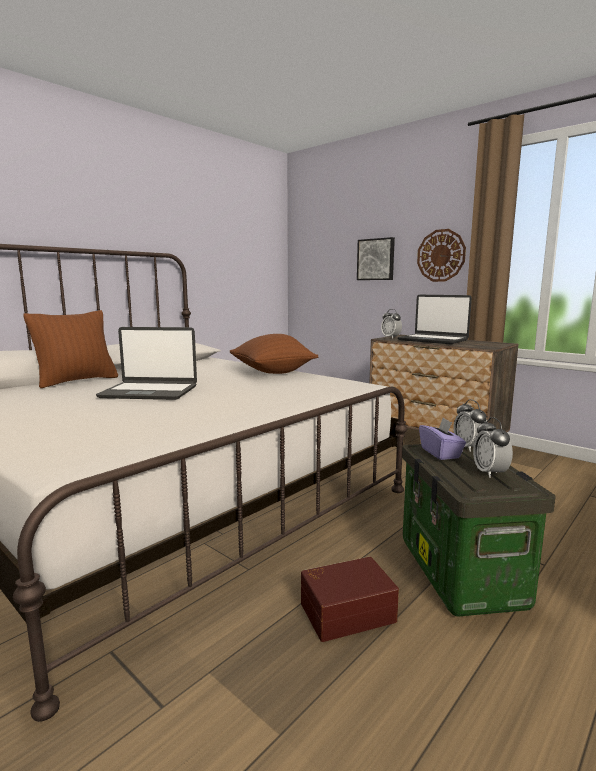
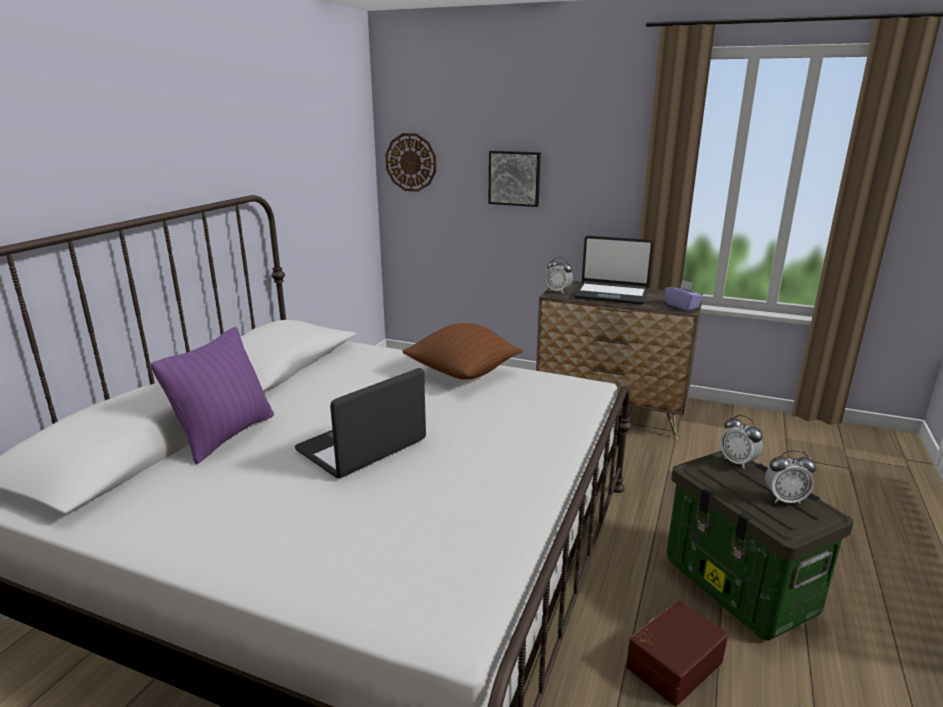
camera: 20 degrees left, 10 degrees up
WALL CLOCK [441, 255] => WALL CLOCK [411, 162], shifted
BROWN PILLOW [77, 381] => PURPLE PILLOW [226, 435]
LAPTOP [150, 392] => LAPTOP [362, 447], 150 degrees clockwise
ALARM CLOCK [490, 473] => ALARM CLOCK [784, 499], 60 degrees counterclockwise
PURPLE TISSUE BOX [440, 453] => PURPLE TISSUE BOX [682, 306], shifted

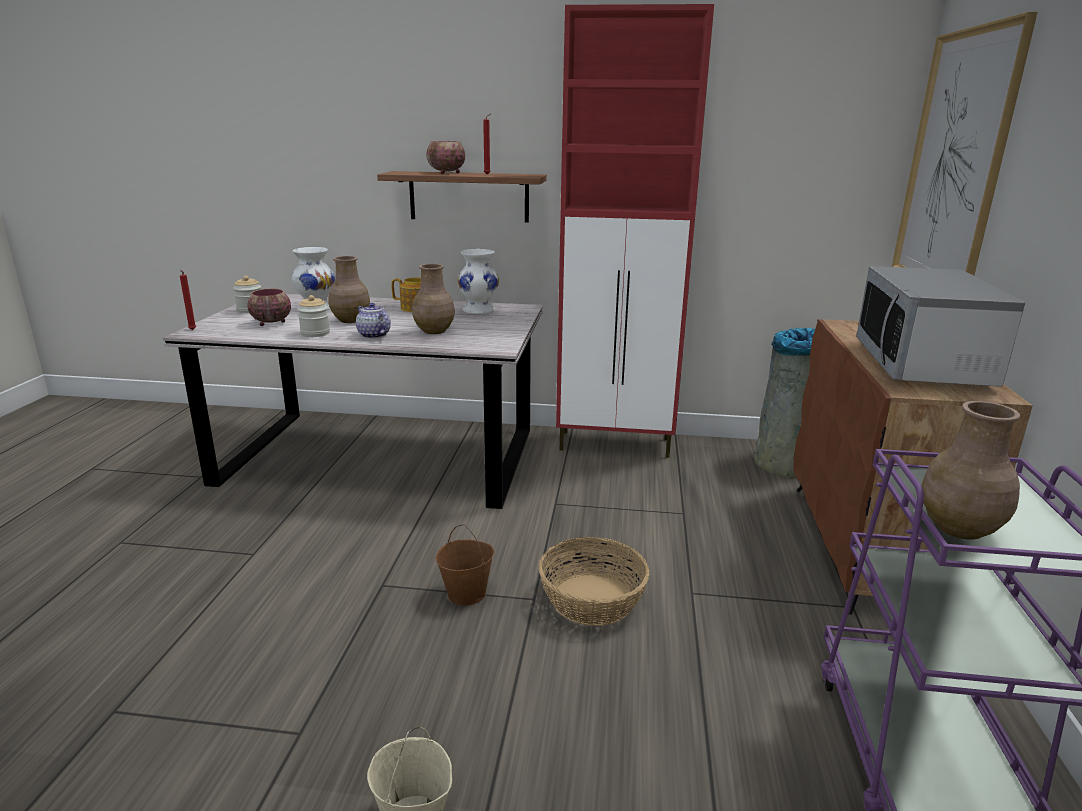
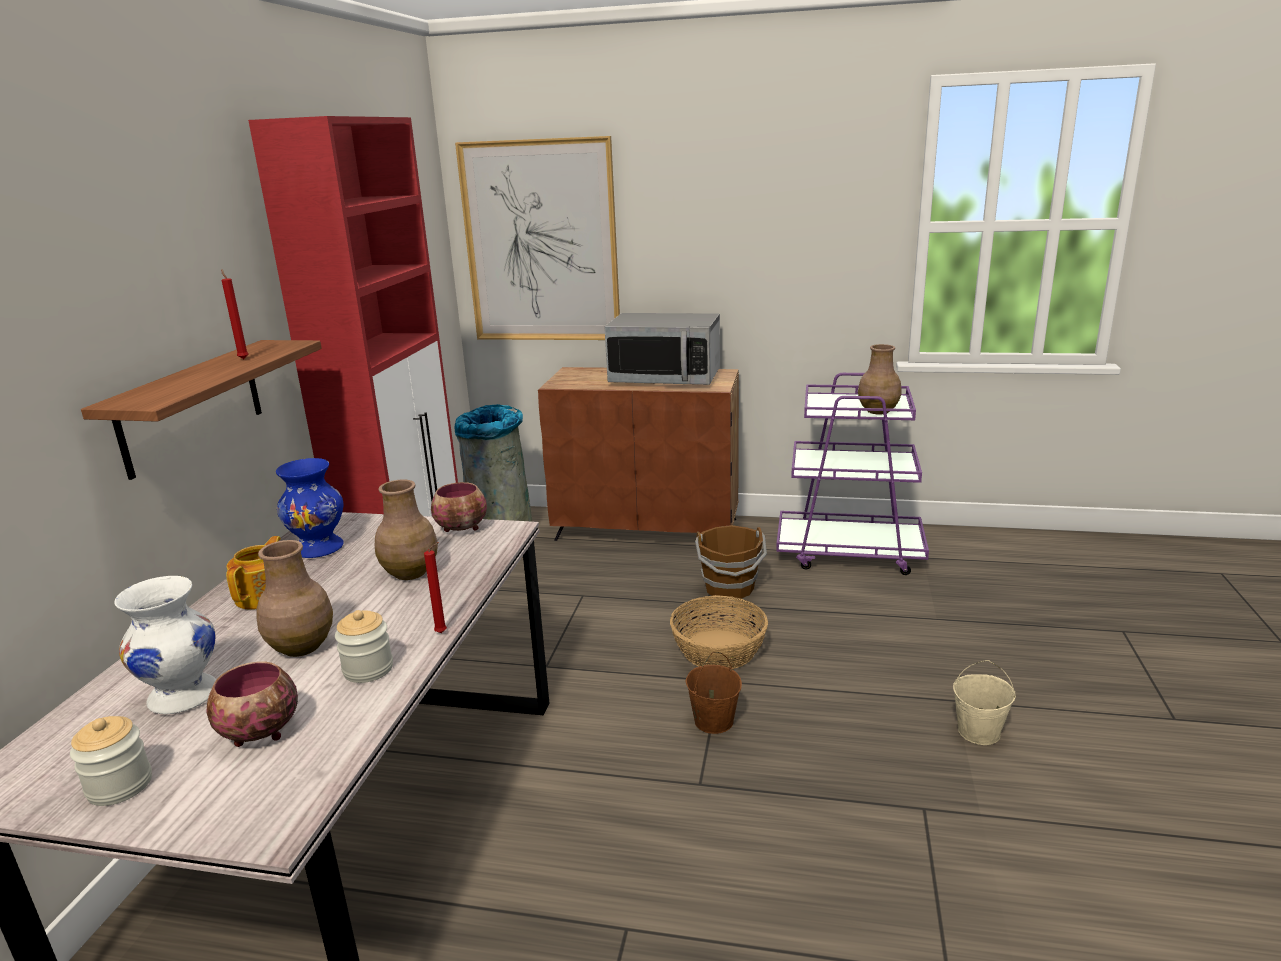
camera: 85 degrees left, 0 degrees up
BOWL [446, 173] => BOWL [463, 528], shifted
WHITE VASE [478, 310] => BLUE VASE [318, 549]
RED CANDLE [192, 330] => RED CANDLE [443, 633], shifted
TEAPOT [373, 335] => nothing
nothing => BROWN BUCKET [730, 588]

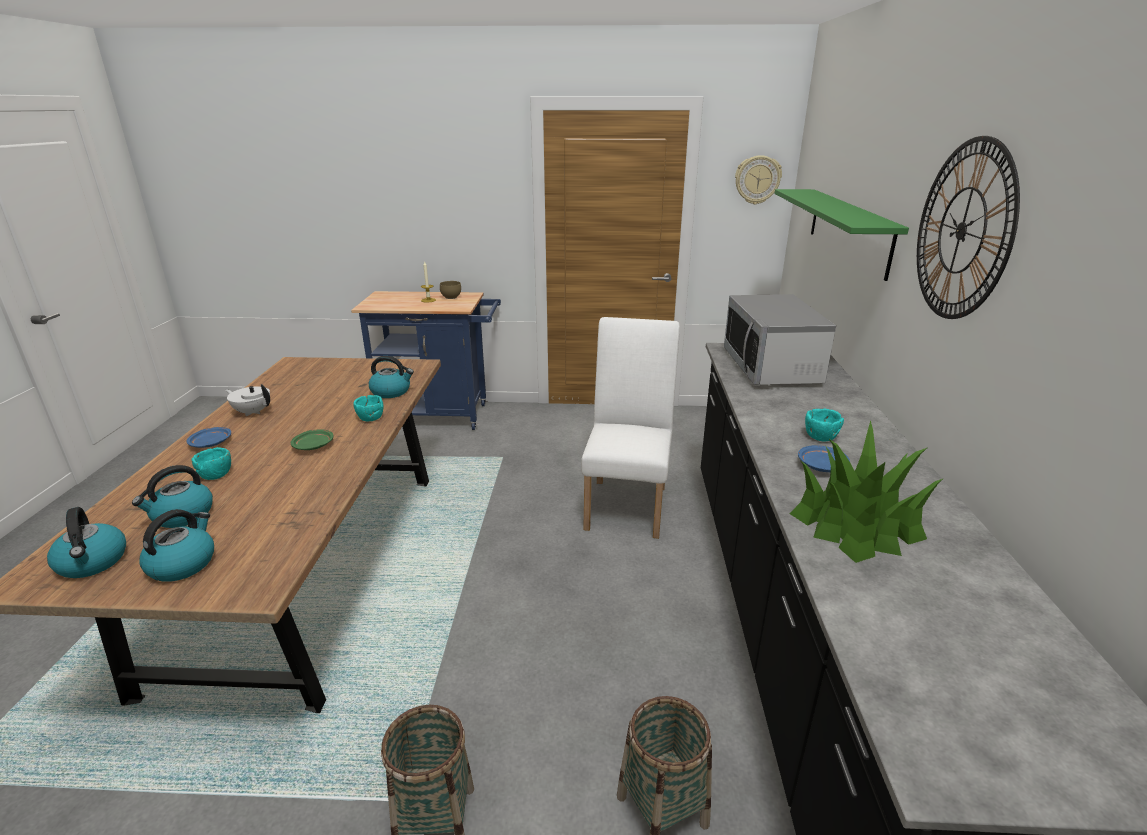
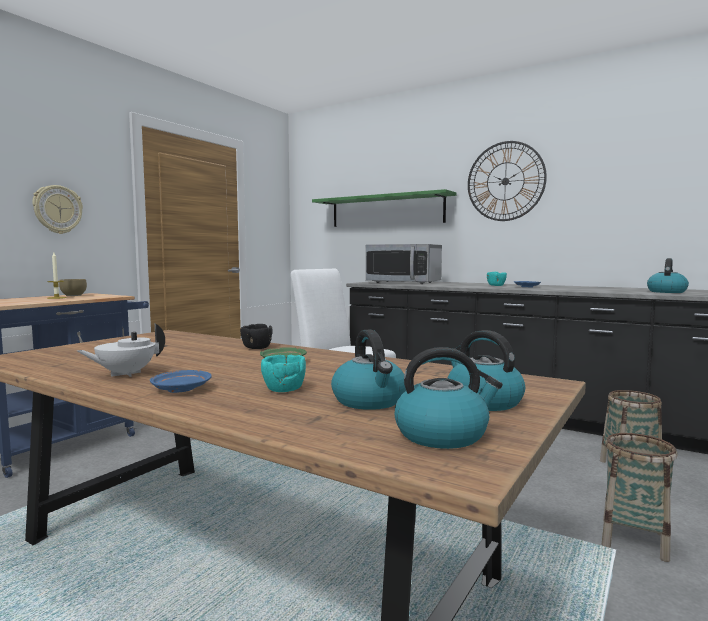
camera: 60 degrees left, 20 degrees down
WALL CLOCK [757, 180] => WALL CLOCK [57, 209], shifted
KETTLE [391, 392] => KETTLE [666, 292], shifted
TURQUOISE BOWL [370, 418] => BLACK BOWL [256, 348]
POTTED PLANT [857, 524] => nothing

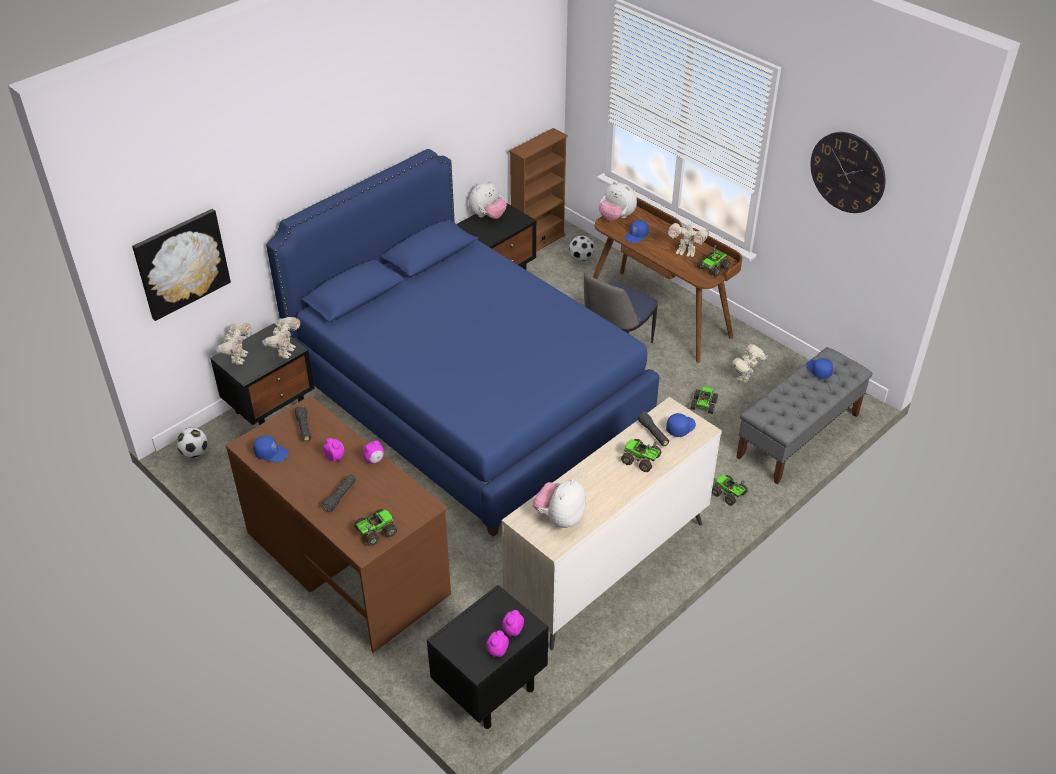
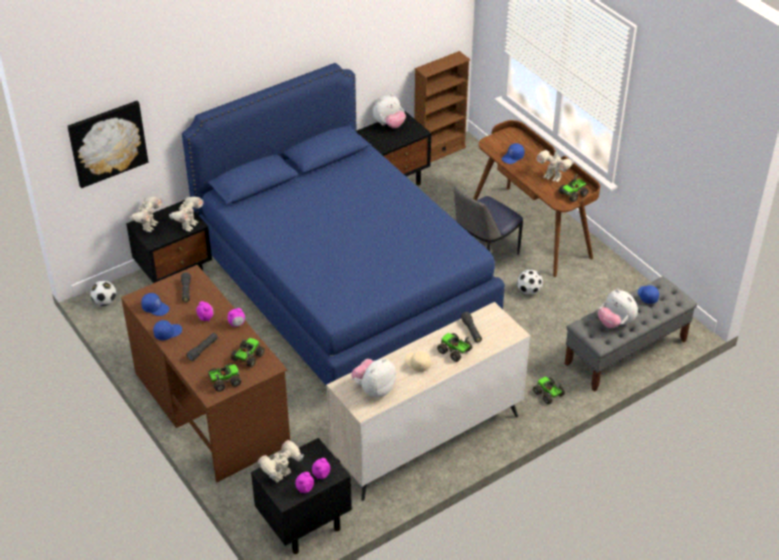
camera: 10 degrees right, 0 degrees up
WALL CLOCK [847, 172] => nothing
PLUSH TOY [616, 217] => PLUSH TOY [615, 323], shifted
FOOTBALL [581, 258] => FOOTBALL [528, 291], shifted
TOY ROBOT [746, 377] => TOY ROBOT [282, 476], shifted
TOY TRUCK [703, 405] => TOY TRUCK [247, 357], shifted
BLUE CAP [680, 427] => BLUE CAP [167, 332], shifted
nothing => BEIGE CAP [417, 363]

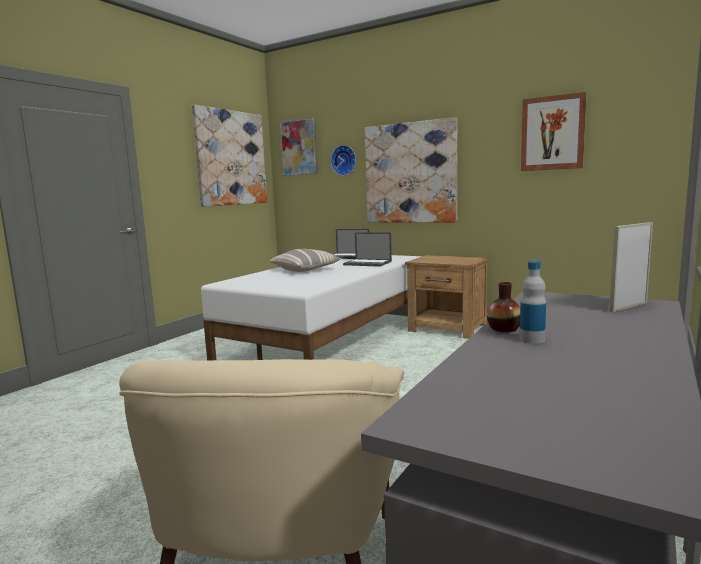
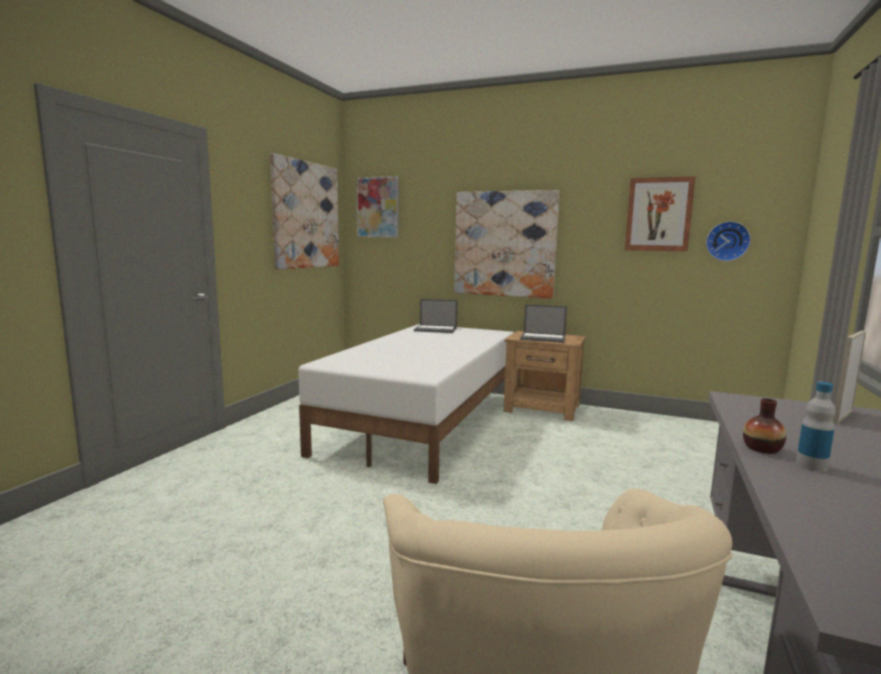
camera: 10 degrees left, 0 degrees up
WALL CLOCK [344, 160] => WALL CLOCK [727, 241], shifted
LAPTOP [368, 263] => LAPTOP [543, 338], shifted
PILLOW [306, 270] => nothing

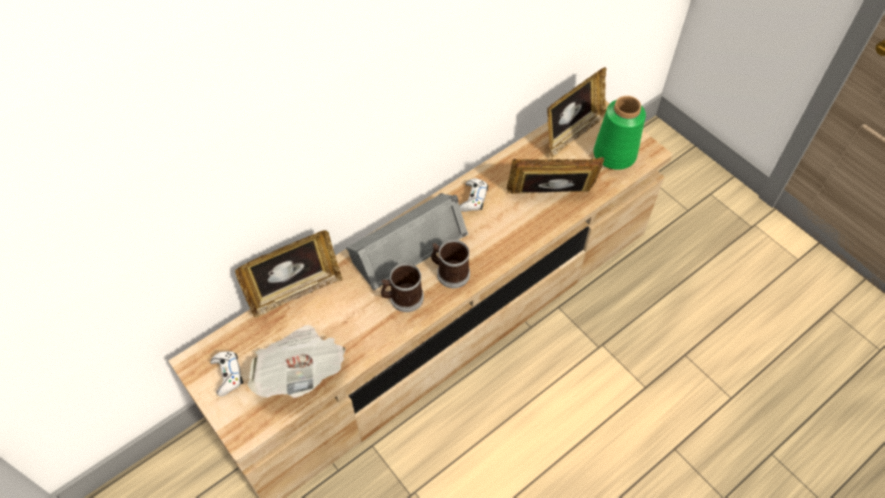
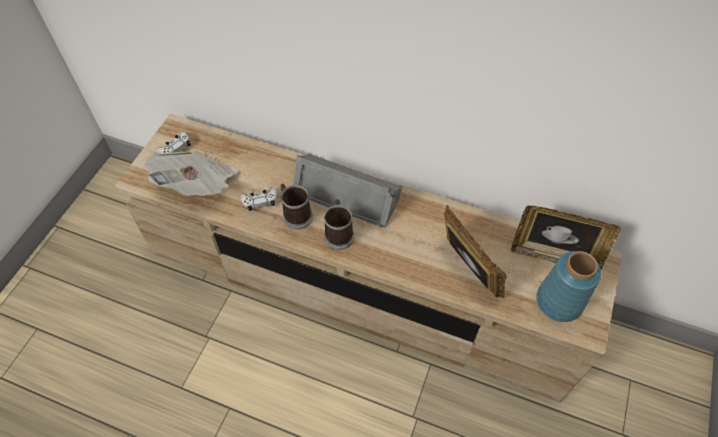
camera: 60 degrees right, 0 degrees up
GREEN VASE [615, 155] => BLUE VASE [558, 302]
WHITE GAME CONTROLLER [473, 199] => WHITE GAME CONTROLLER [260, 201], shifted
PICTURE FRAME [295, 291] => nothing

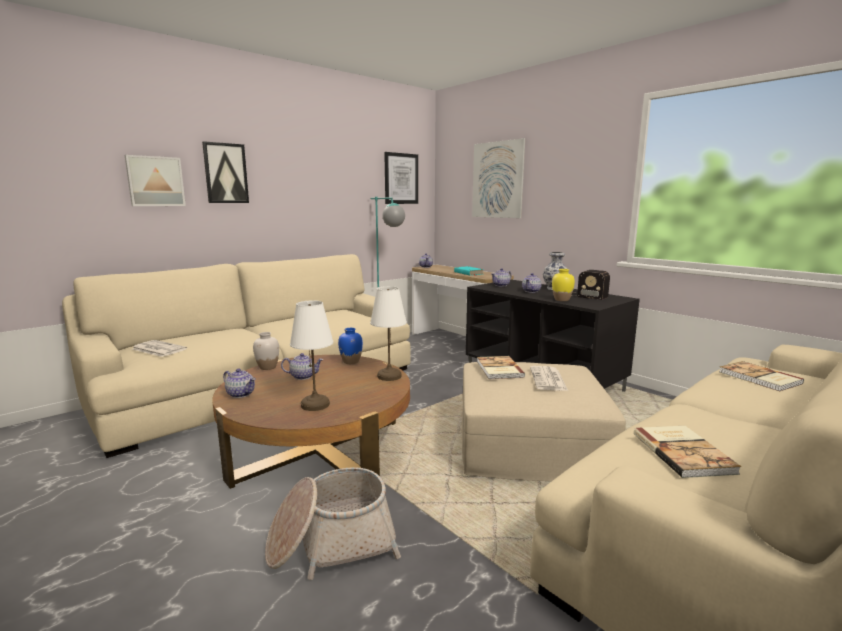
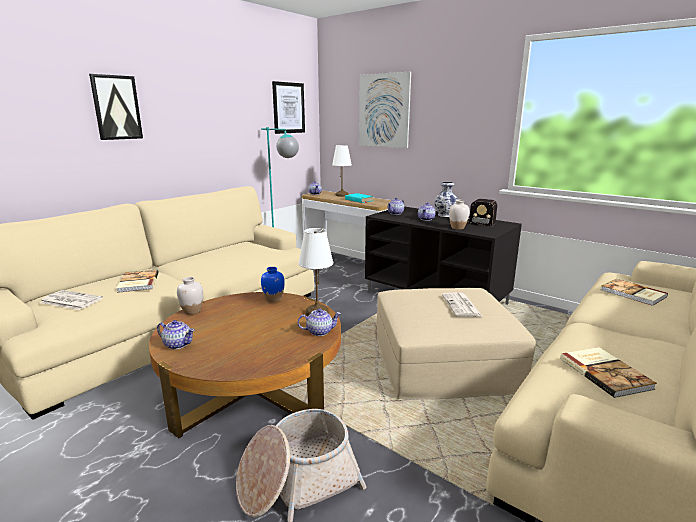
camera: 10 degrees left, 5 degrees up
PICTURE [155, 181] => nothing
YELLOW VASE [561, 300] => WHITE VASE [457, 228]
WHITE TABLE LAMP [316, 404] => WHITE TABLE LAMP [342, 195], shifted
TEAPOT [303, 376] => TEAPOT [319, 331], shifted
BOOK [498, 369] => BOOK [137, 282], shifted

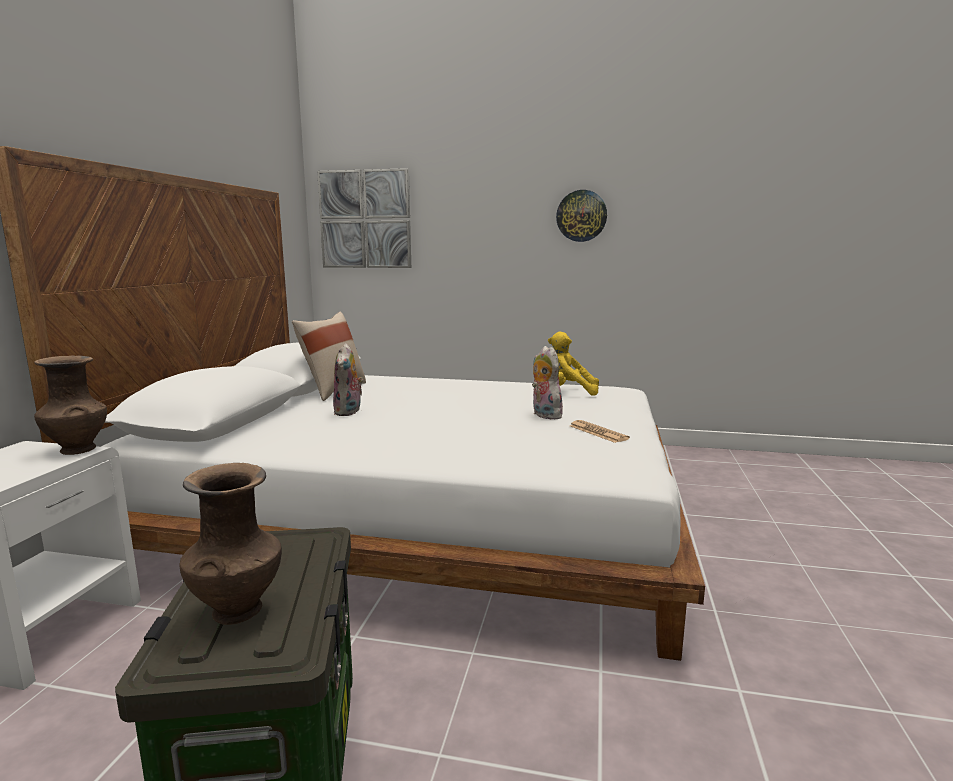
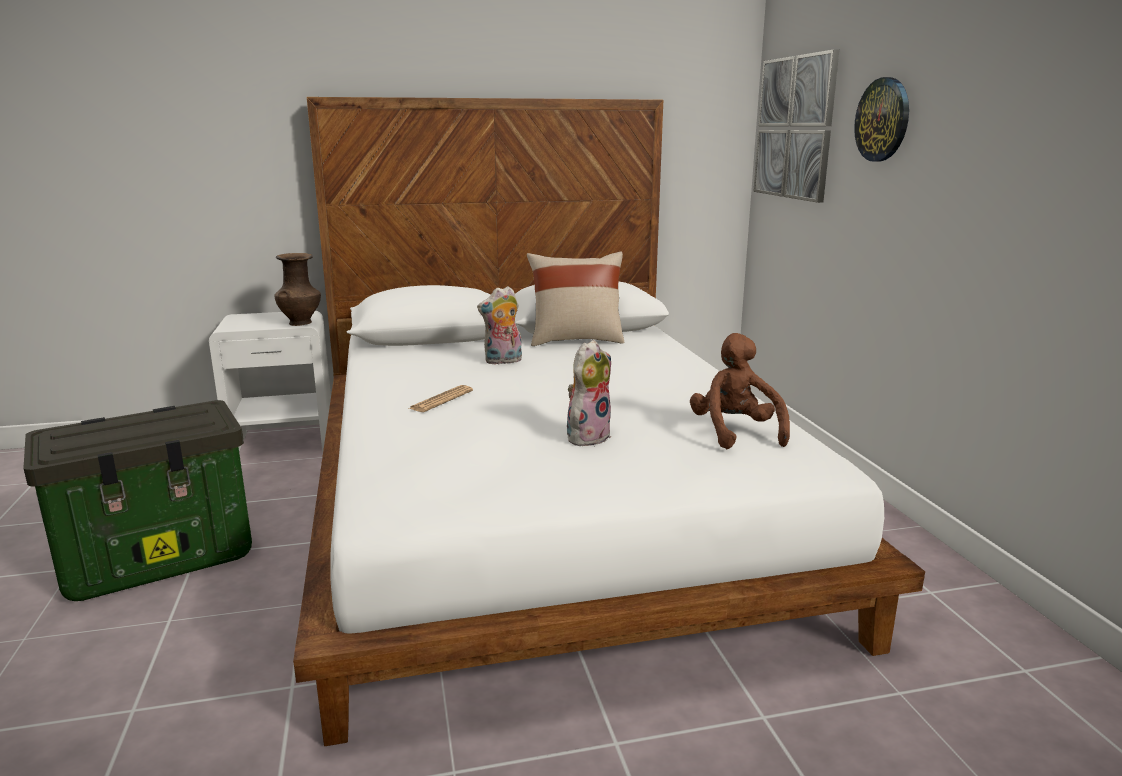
camera: 65 degrees right, 5 degrees up
WALL CLOCK [581, 216] => WALL CLOCK [883, 120], shifted
YELLOW PLUSH TOY [568, 391] => BROWN PLUSH TOY [735, 433]
NEWSPAPER [598, 432] => NEWSPAPER [441, 400], shifted
BROWN VASE [238, 609] => nothing

